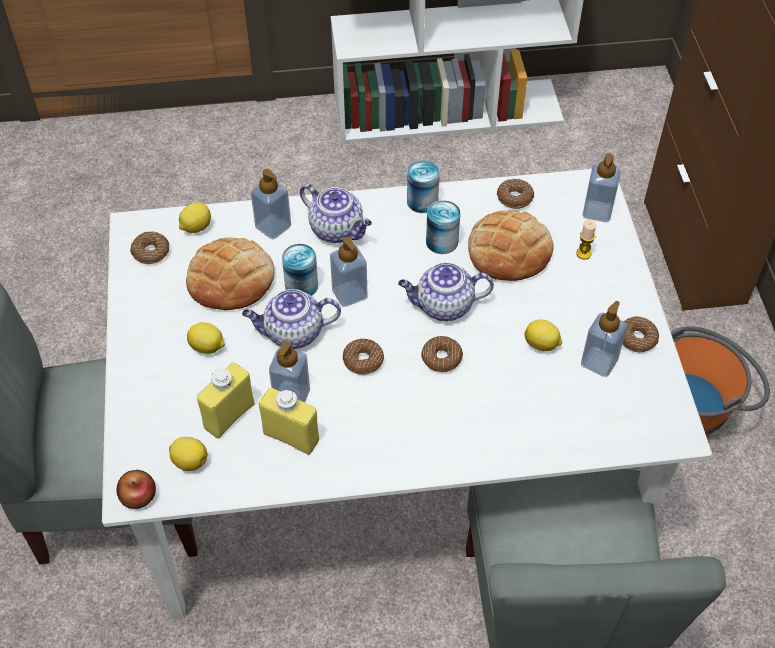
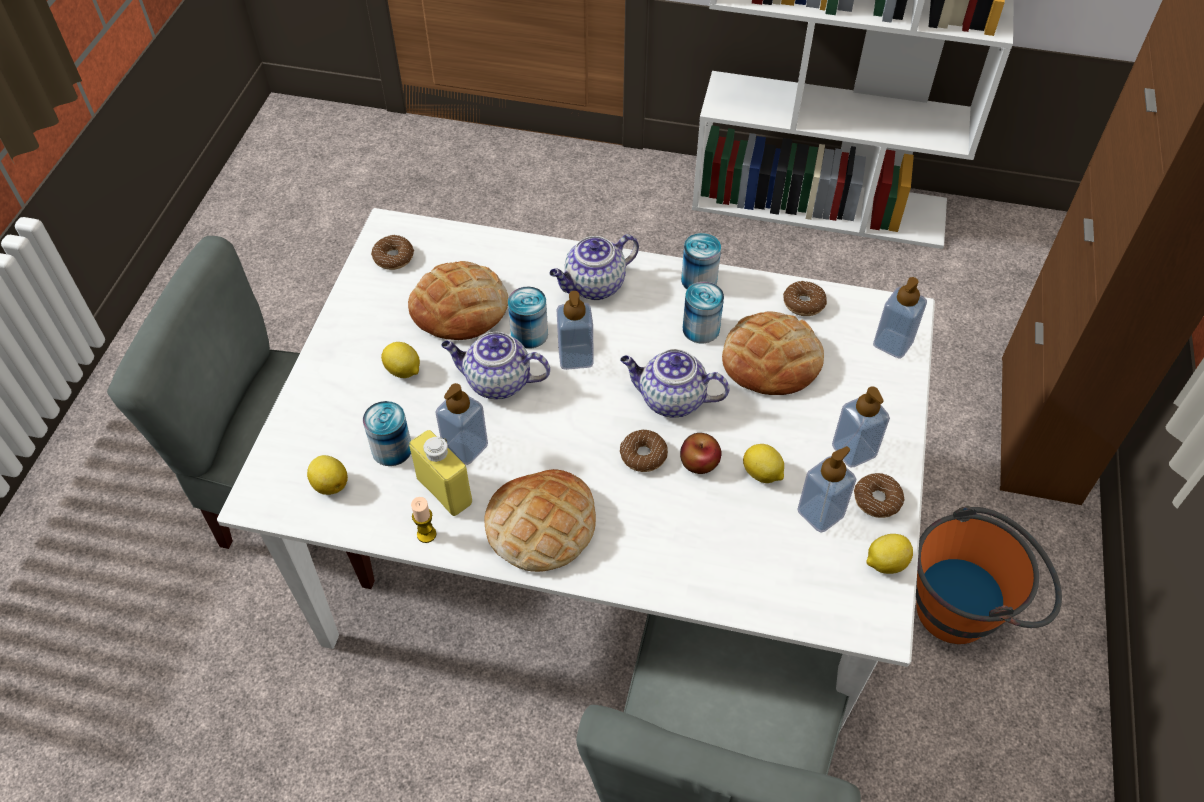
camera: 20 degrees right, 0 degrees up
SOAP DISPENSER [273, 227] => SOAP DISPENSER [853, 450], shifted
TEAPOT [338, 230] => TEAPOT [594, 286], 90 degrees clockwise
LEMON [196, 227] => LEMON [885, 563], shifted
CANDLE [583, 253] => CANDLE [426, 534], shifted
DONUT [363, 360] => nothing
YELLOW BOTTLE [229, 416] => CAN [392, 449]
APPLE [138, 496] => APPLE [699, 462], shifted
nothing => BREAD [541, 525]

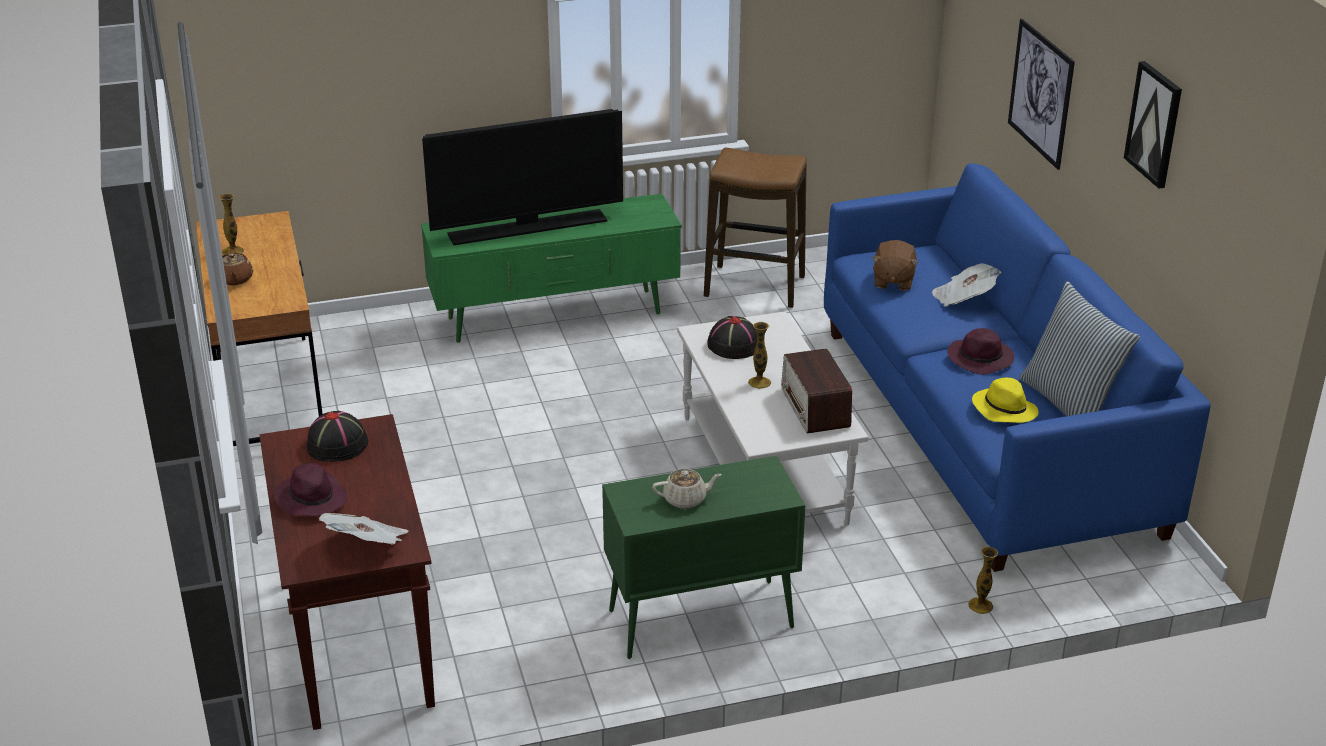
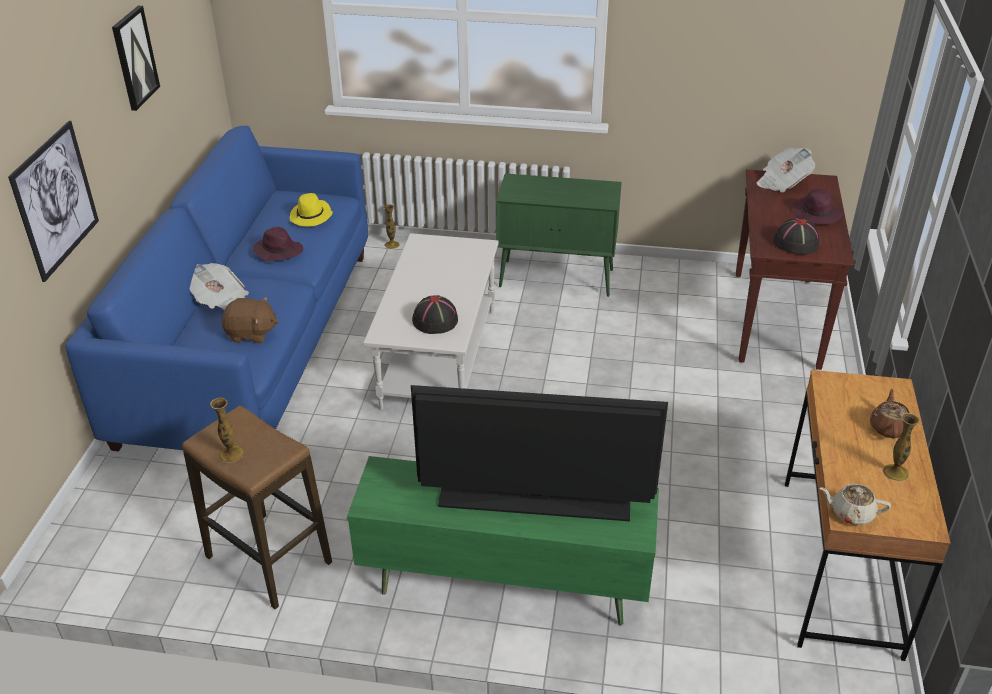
camera: 155 degrees left, 5 degrees up
BROWN PLUSH TOY [893, 281] => BROWN PLUSH TOY [251, 334], 60 degrees clockwise
PILLOW [1070, 404] => nothing
VASE [759, 382] => VASE [231, 454], shifted
RADIO [815, 408] => nothing
BEIGE TEAPOT [686, 499] => BEIGE TEAPOT [851, 513], shifted

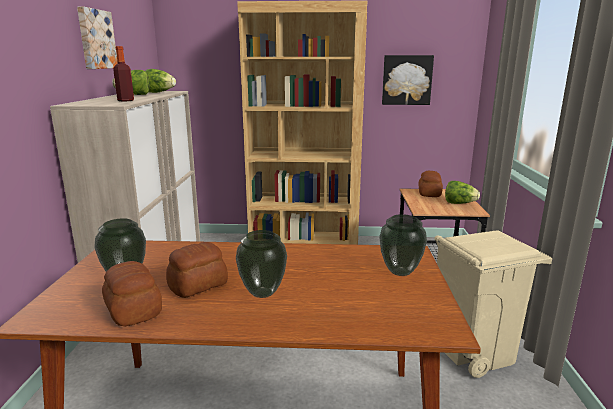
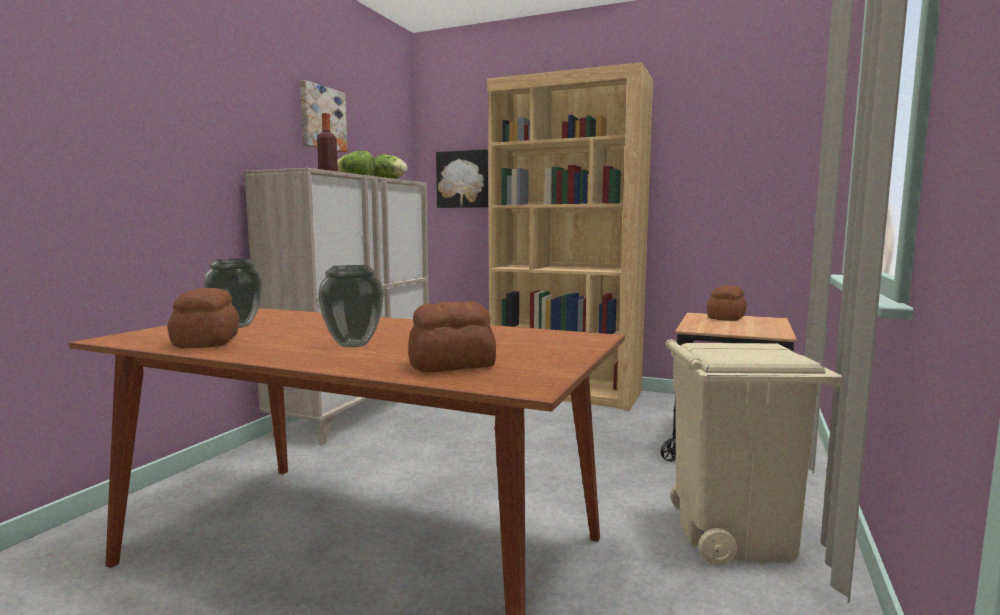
camera: 20 degrees right, 10 degrees down
PICTURE [406, 80] => PICTURE [463, 179], shifted
LETTUCE [459, 203] => nothing
VASE [399, 272] => nothing
BREAD [199, 285] => BREAD [453, 365], shifted

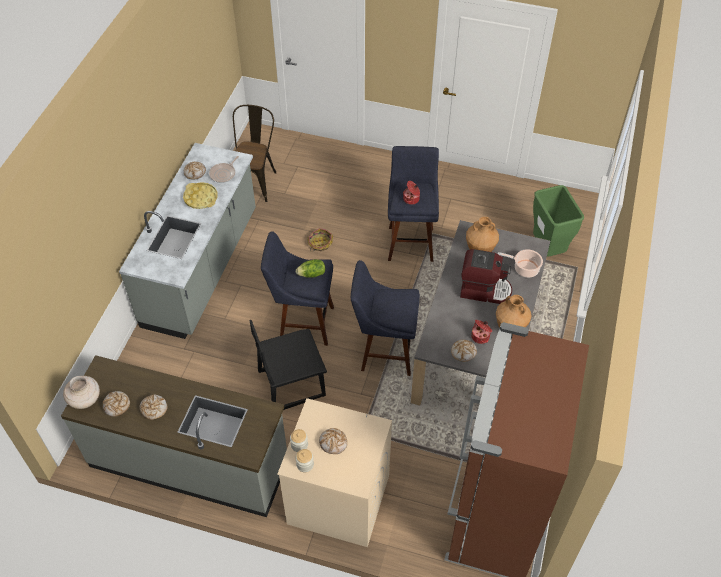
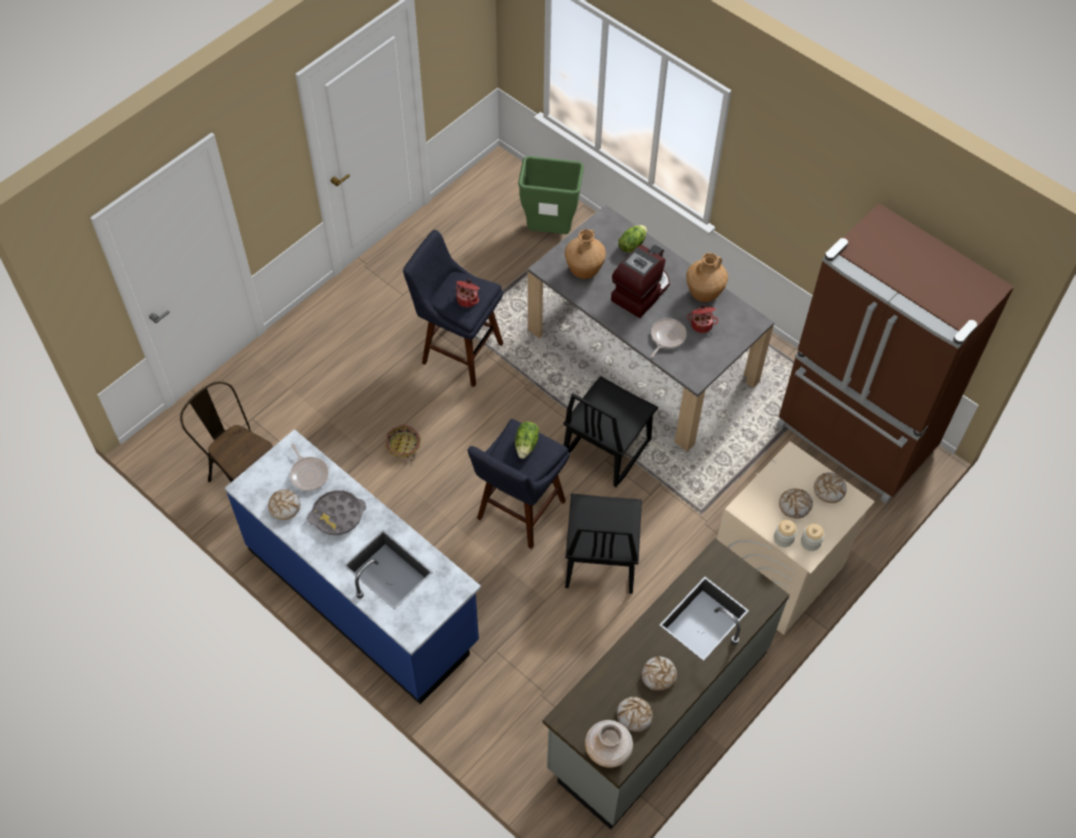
camera: 65 degrees left, 5 degrees up
GREY COUNTER [202, 268] => BLUE COUNTER [363, 595]
YELLOW TRAY [201, 198] => GREY TRAY [337, 515]
COOKING POT [524, 269] => LETTUCE [632, 244]
BLUE STOOL [383, 352] => BLACK CHAIR [605, 448]
BREAD [463, 352] => BREAD [829, 489], shifted
nothing => FRYING PAN [666, 337]

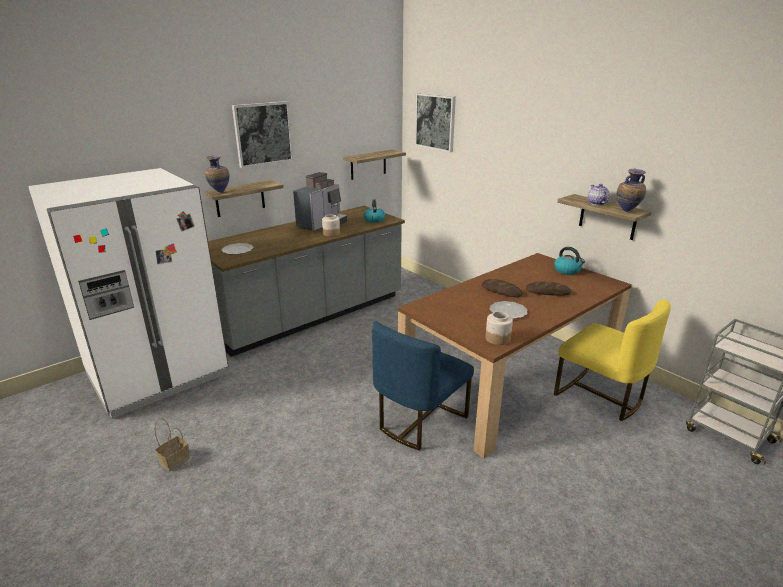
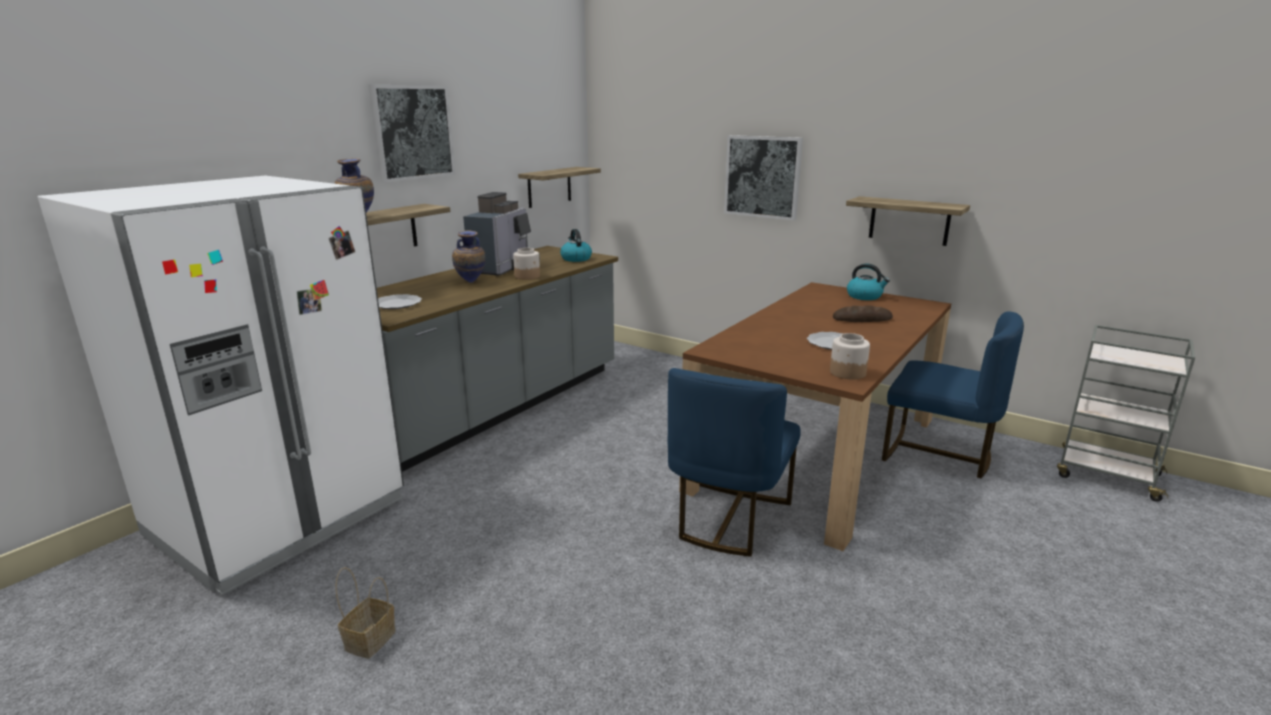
camera: 15 degrees left, 5 degrees down
PICTURE [435, 122] => PICTURE [762, 177], shifted
VASE [626, 212] => VASE [470, 283], shifted
TEAPOT [597, 203] => nothing
BREAD [501, 291] => nothing
YELLOW CHAIR [600, 396] => BLUE CHAIR [937, 453]

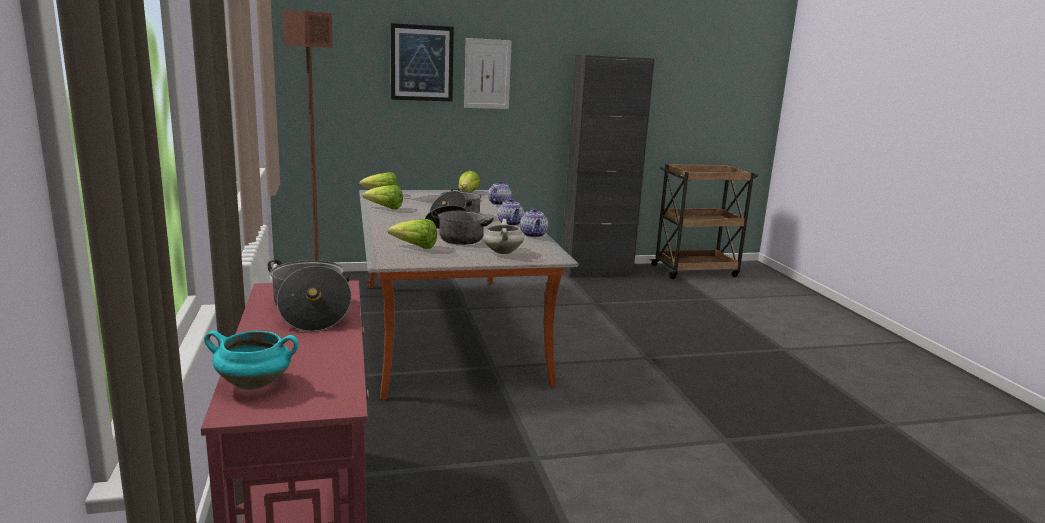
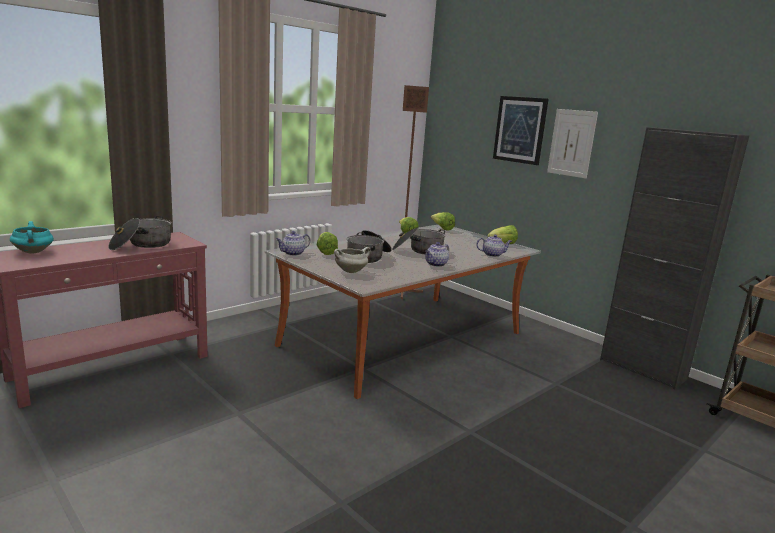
camera: 60 degrees right, 0 degrees up
TEAPOT [534, 235] => TEAPOT [292, 253], shifted

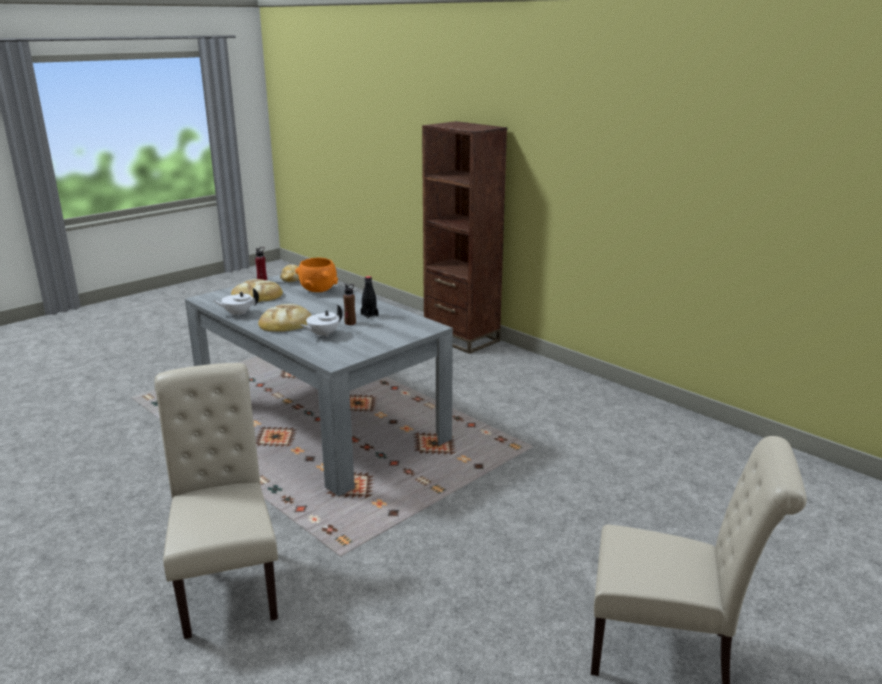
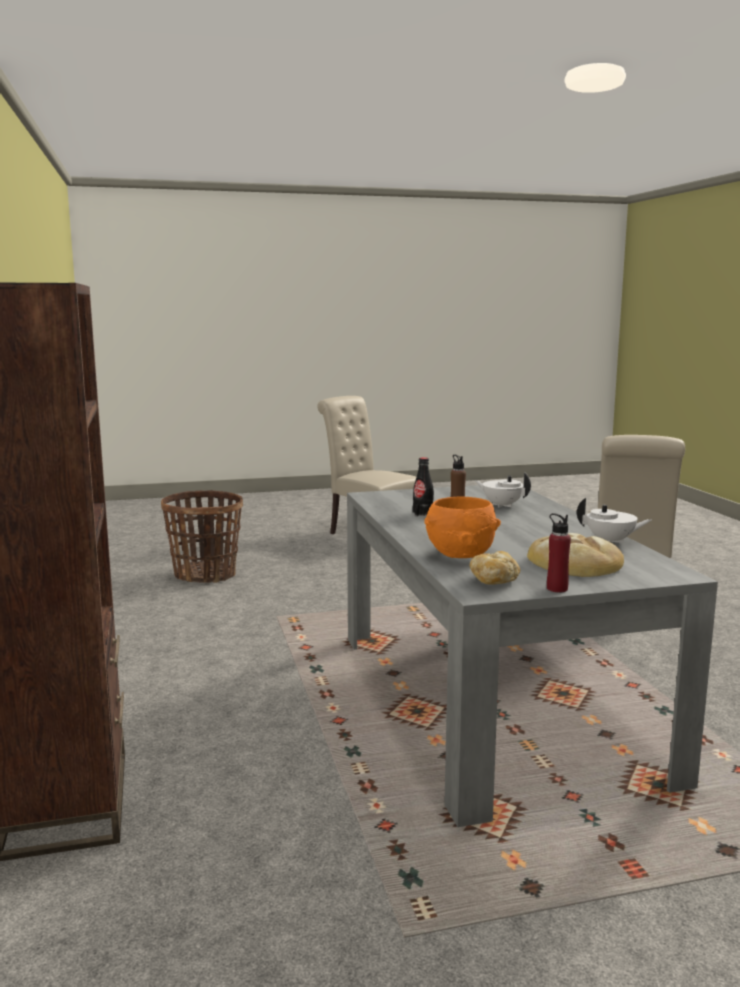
camera: 150 degrees left, 10 degrees down
BREAD [285, 322] => nothing
WHITE TEAPOT [323, 335] => WHITE TEAPOT [502, 505], 135 degrees counterclockwise
nothing => BASKET [205, 575]

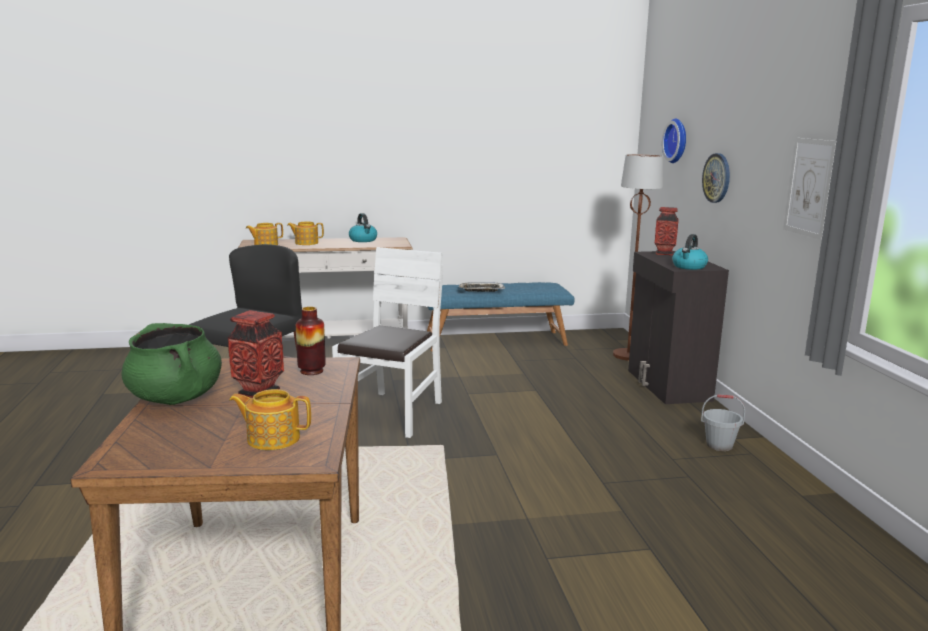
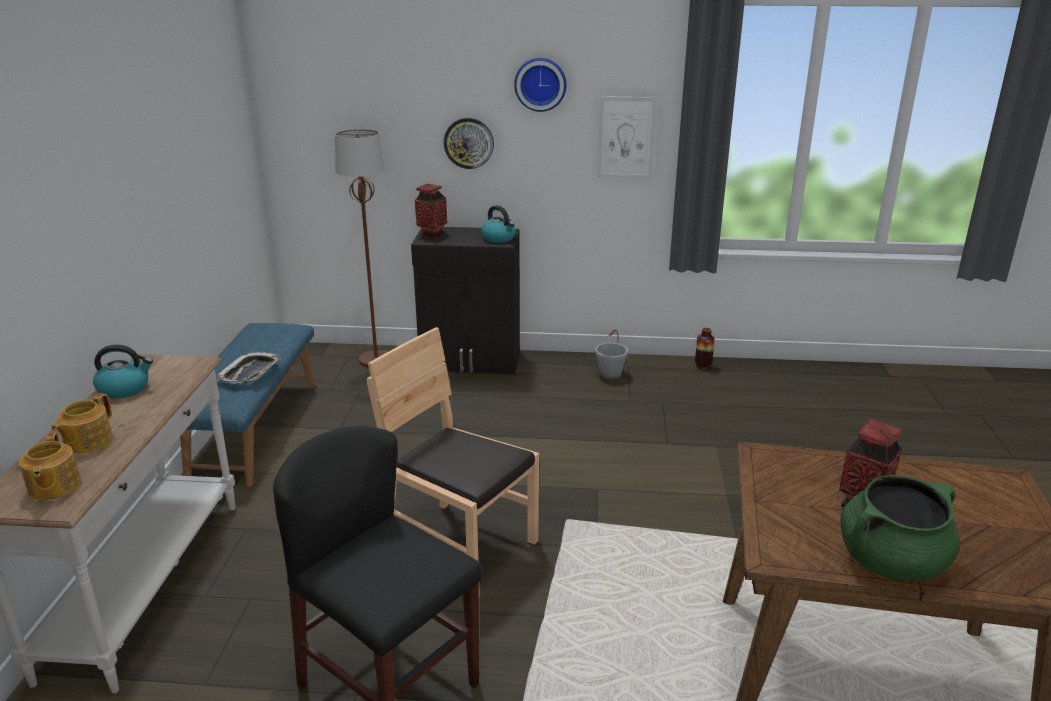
camera: 75 degrees left, 10 degrees up
WALL CLOCK [677, 141] => WALL CLOCK [540, 84], shifted
WHITE CHAIR [392, 413] => BROWN CHAIR [460, 547]
VASE [311, 371] => VASE [703, 366], shifted
TEAPOT [272, 438] => nothing

